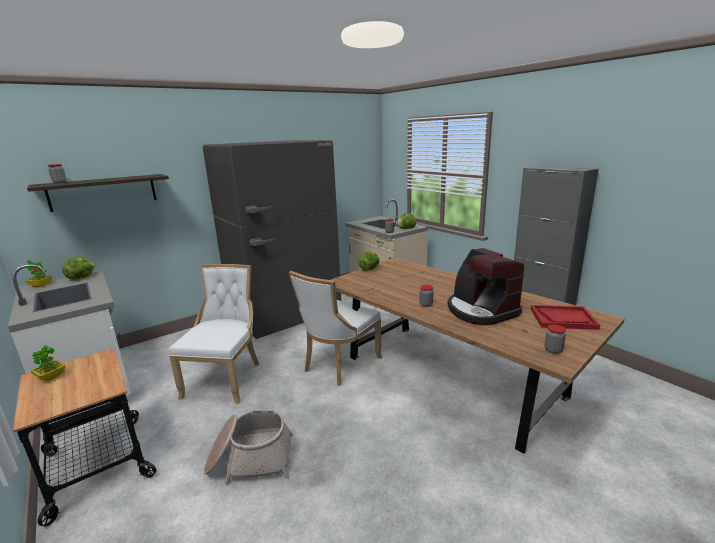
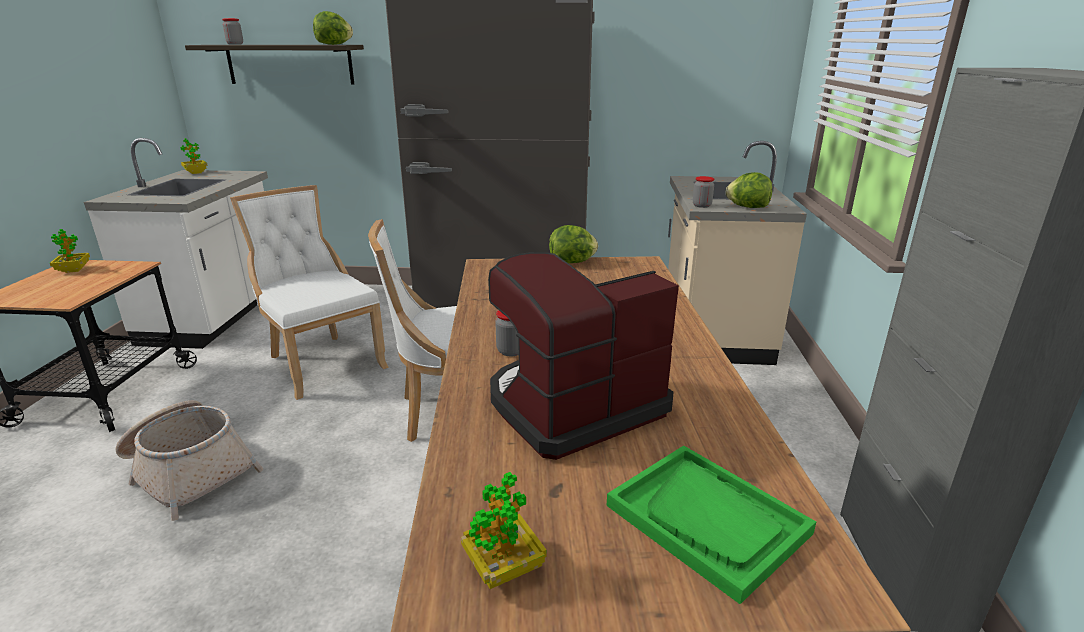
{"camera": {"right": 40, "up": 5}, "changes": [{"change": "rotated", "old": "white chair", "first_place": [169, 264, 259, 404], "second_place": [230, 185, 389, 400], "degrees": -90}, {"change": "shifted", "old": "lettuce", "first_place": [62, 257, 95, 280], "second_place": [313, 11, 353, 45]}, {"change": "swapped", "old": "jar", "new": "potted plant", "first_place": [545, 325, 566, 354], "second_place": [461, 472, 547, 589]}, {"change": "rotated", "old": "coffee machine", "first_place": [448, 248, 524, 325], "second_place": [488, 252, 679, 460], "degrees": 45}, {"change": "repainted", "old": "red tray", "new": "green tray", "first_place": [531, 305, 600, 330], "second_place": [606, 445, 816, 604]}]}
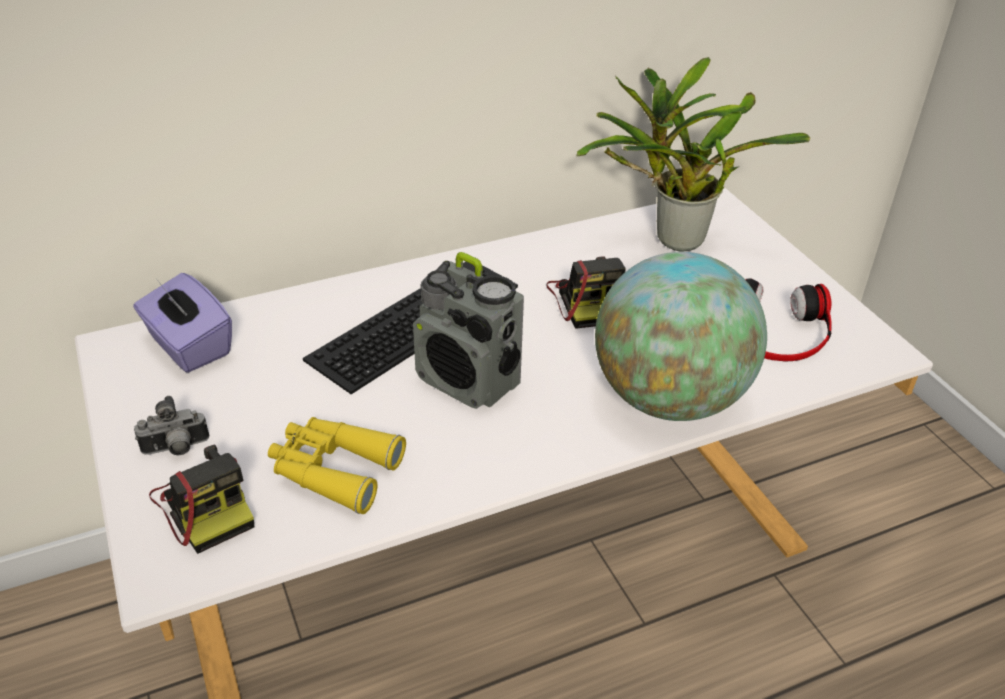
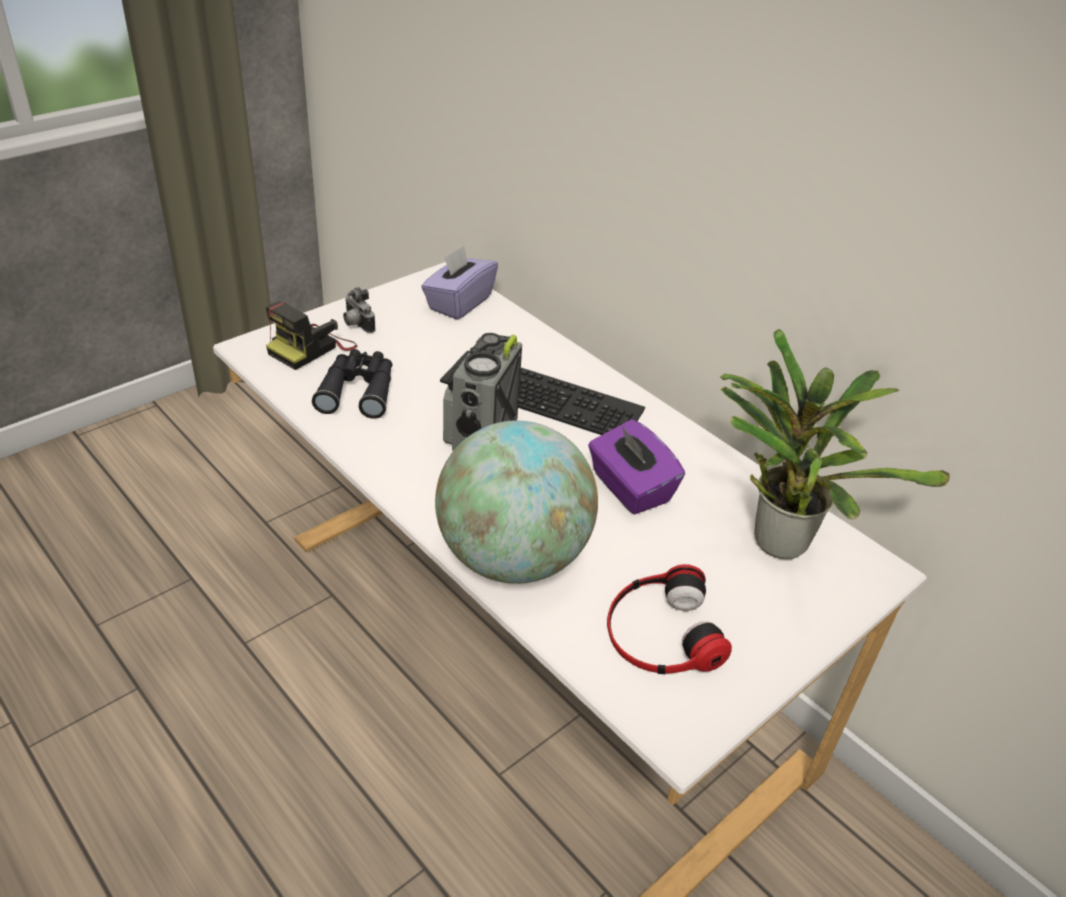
{"camera": {"right": 70, "up": 0}, "changes": [{"change": "repainted", "old": "yellow binoculars", "new": "black binoculars", "first_place": [268, 417, 406, 514], "second_place": [312, 349, 392, 419]}, {"change": "swapped", "old": "photo camera", "new": "purple tissue box", "first_place": [546, 257, 626, 329], "second_place": [588, 419, 685, 515]}]}
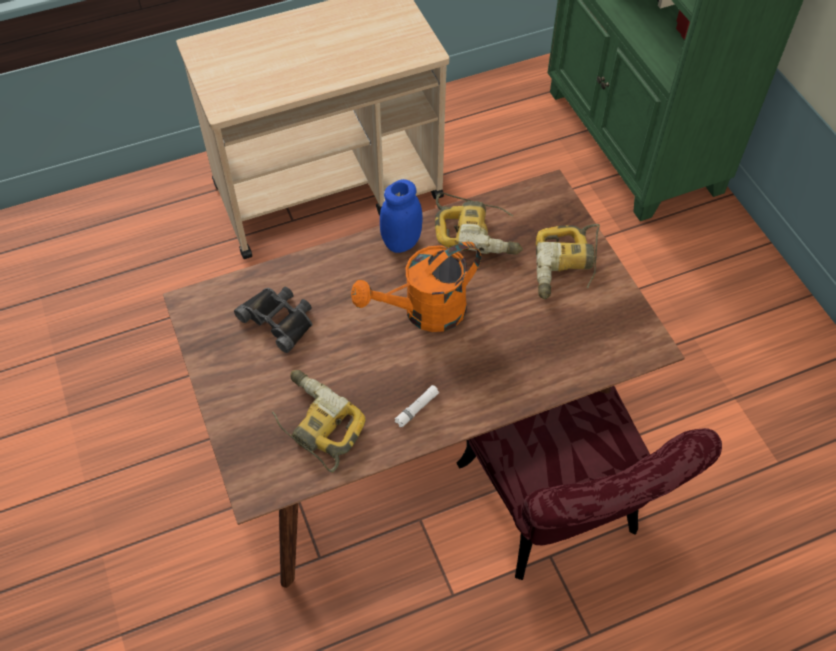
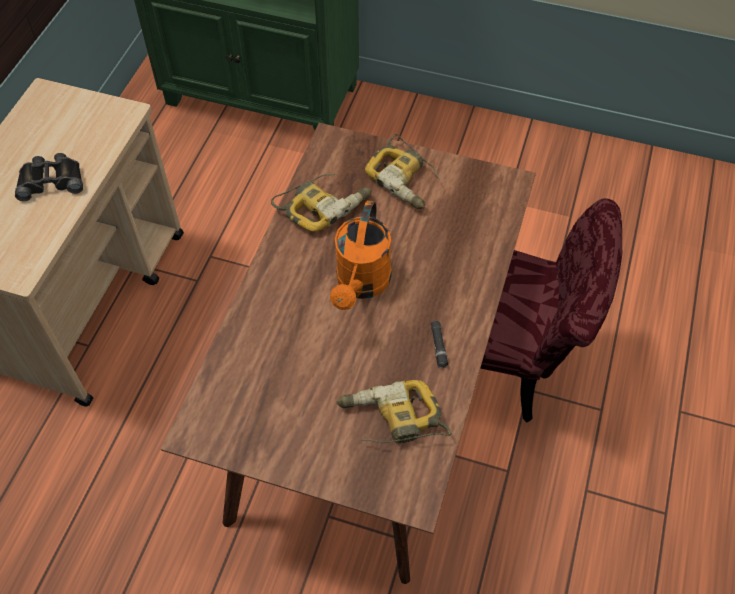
{"camera": {"right": -50, "up": 0}, "changes": [{"change": "shifted", "old": "black binoculars", "first_place": [234, 287, 313, 353], "second_place": [15, 153, 83, 201]}, {"change": "repainted", "old": "white flashlight", "new": "black flashlight", "first_place": [395, 385, 439, 427], "second_place": [431, 320, 448, 368]}, {"change": "gone", "old": "blue jar", "first_place": [380, 179, 422, 253]}]}
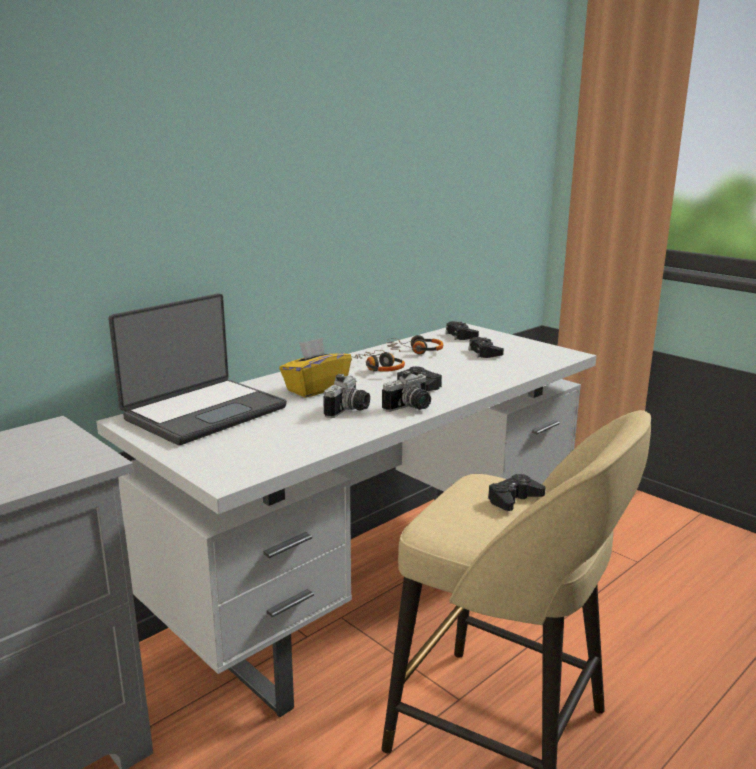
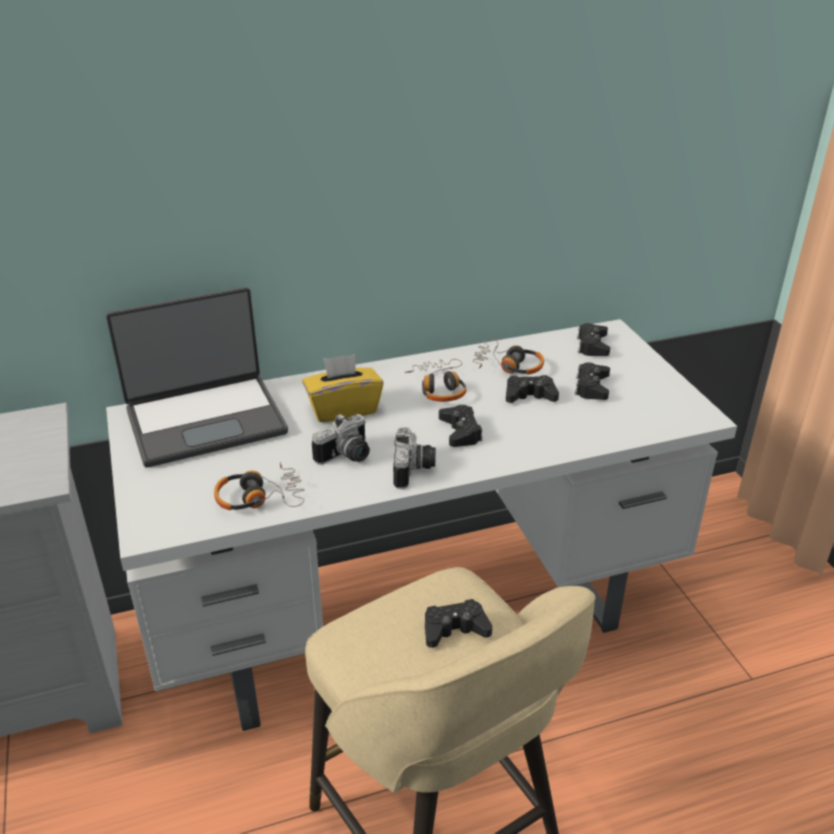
{"camera": {"right": 25, "up": 15}, "changes": [{"change": "new", "new": "headphones", "second_place": [214, 463, 305, 510]}, {"change": "rotated", "old": "photo camera", "first_place": [382, 370, 431, 412], "second_place": [393, 427, 436, 489], "degrees": -75}, {"change": "new", "new": "black game controller", "second_place": [506, 375, 559, 403]}]}
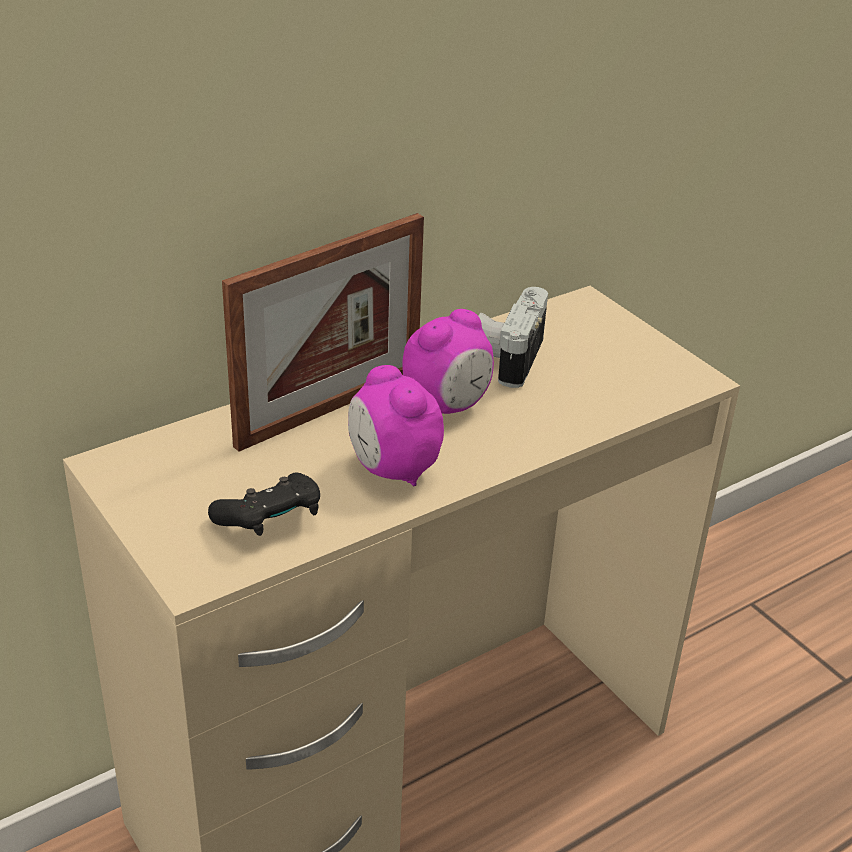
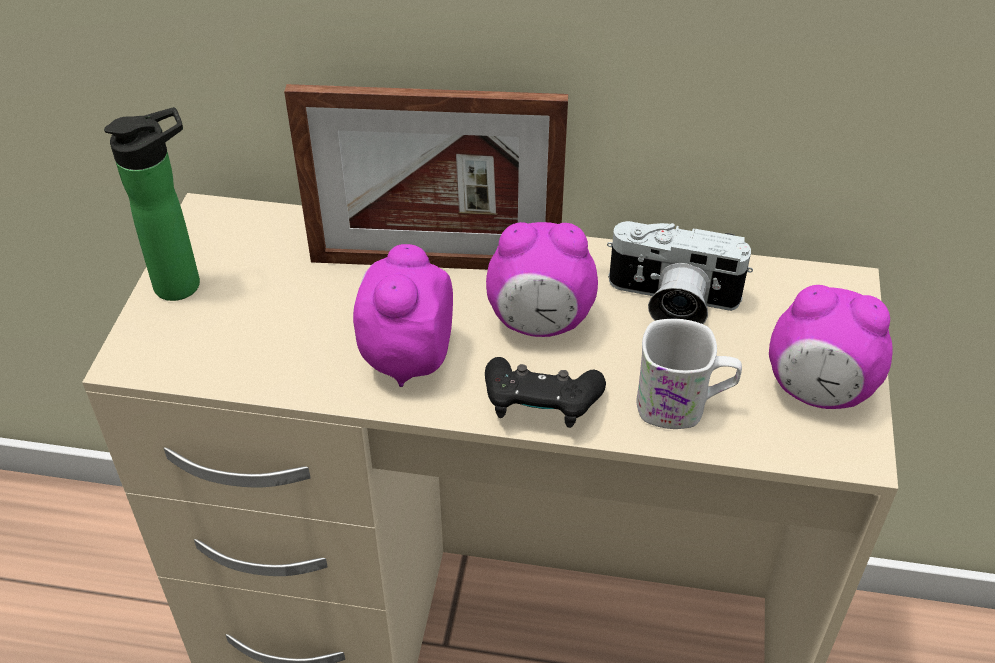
{"camera": {"right": 45, "up": 10}, "changes": [{"change": "new", "new": "bottle", "second_place": [104, 107, 200, 301]}, {"change": "shifted", "old": "black game controller", "first_place": [208, 472, 320, 536], "second_place": [485, 357, 606, 428]}, {"change": "rotated", "old": "photo camera", "first_place": [478, 287, 548, 388], "second_place": [607, 221, 753, 324], "degrees": -135}, {"change": "new", "new": "white mug", "second_place": [637, 319, 742, 429]}, {"change": "new", "new": "alarm clock", "second_place": [769, 285, 893, 409]}]}
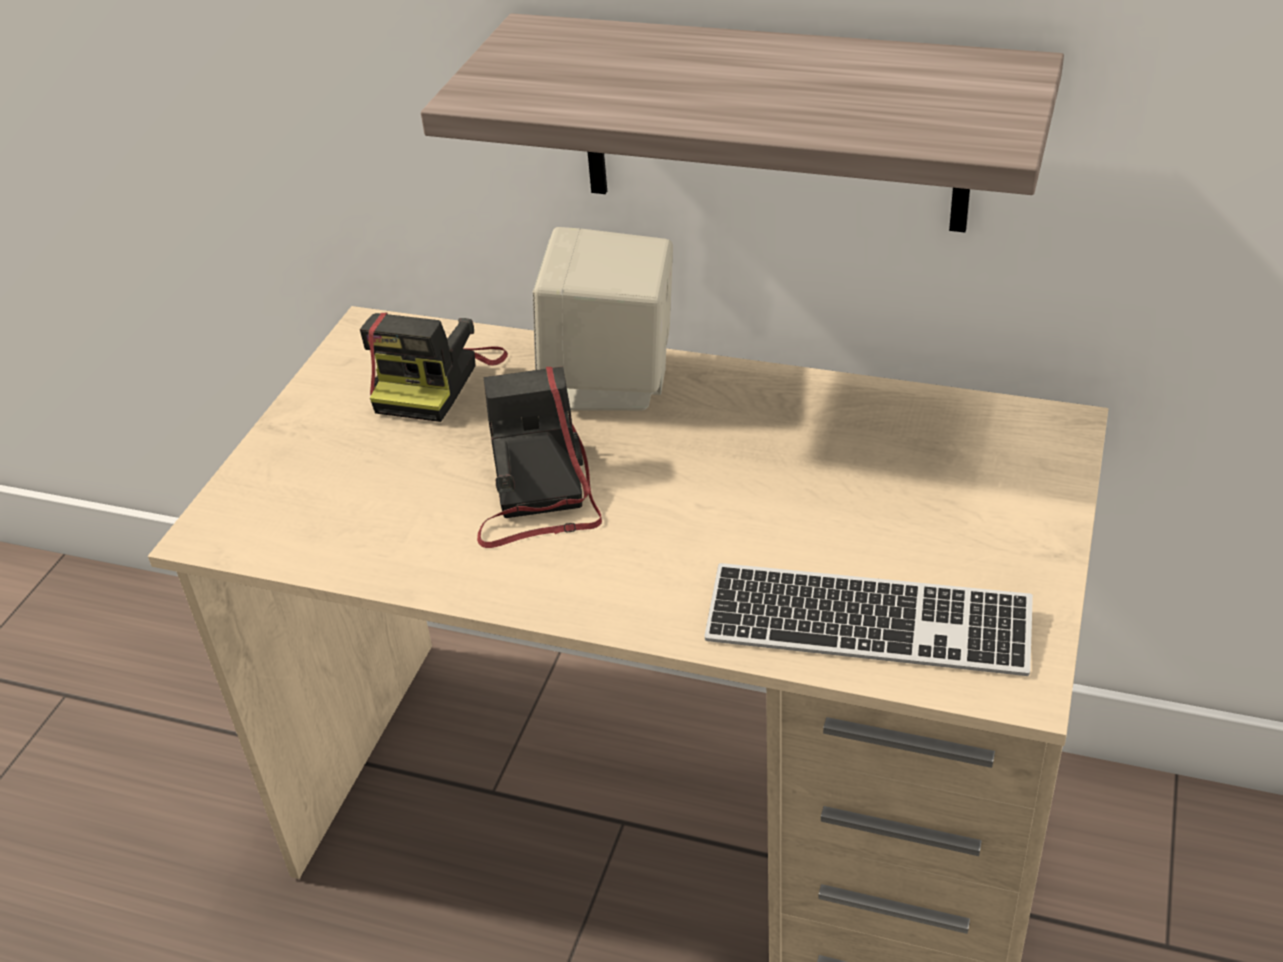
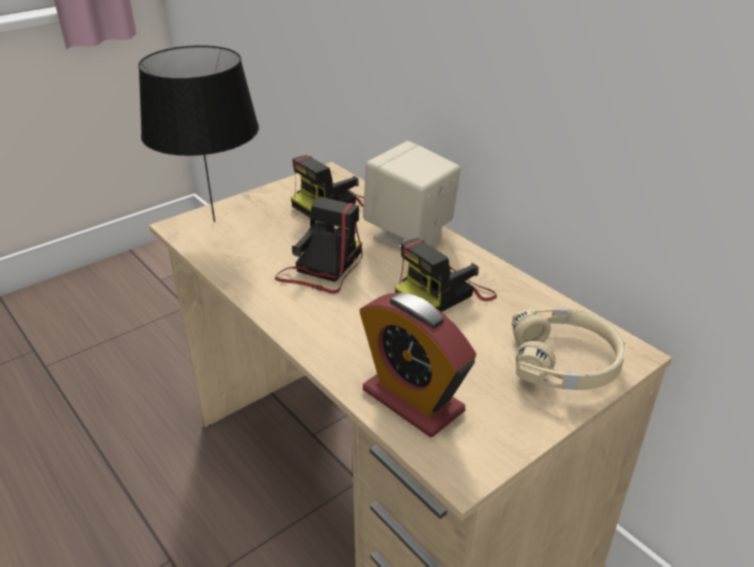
{"camera": {"right": 30, "up": -5}, "changes": [{"change": "new", "new": "black table lamp", "second_place": [138, 45, 259, 222]}, {"change": "swapped", "old": "keyboard", "new": "alarm clock", "first_place": [704, 563, 1033, 676], "second_place": [359, 293, 476, 437]}, {"change": "new", "new": "photo camera", "second_place": [395, 238, 497, 312]}, {"change": "new", "new": "beige headphones", "second_place": [512, 308, 626, 390]}, {"change": "gone", "old": "shelf", "first_place": [421, 13, 1064, 232]}]}
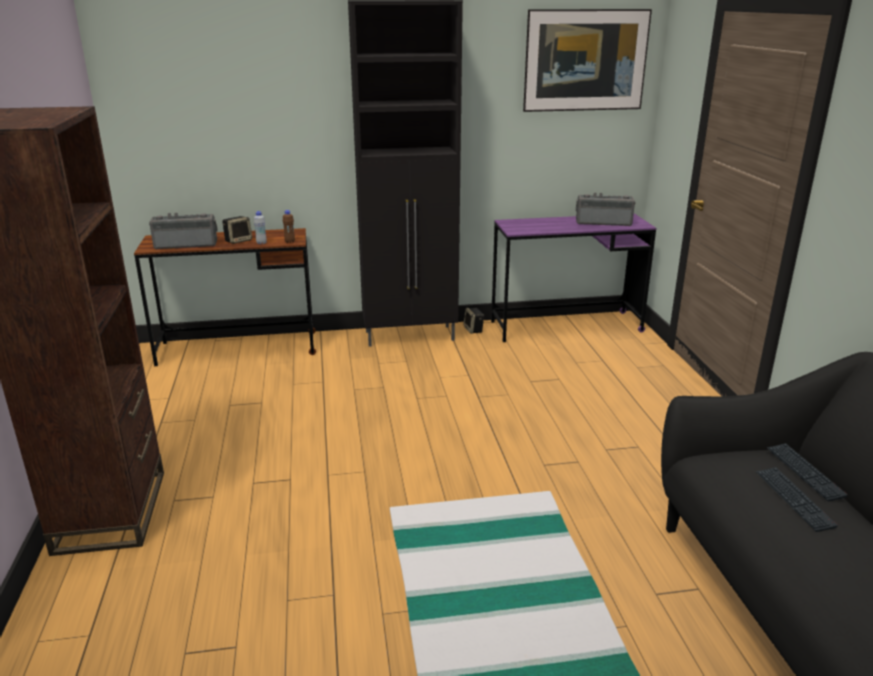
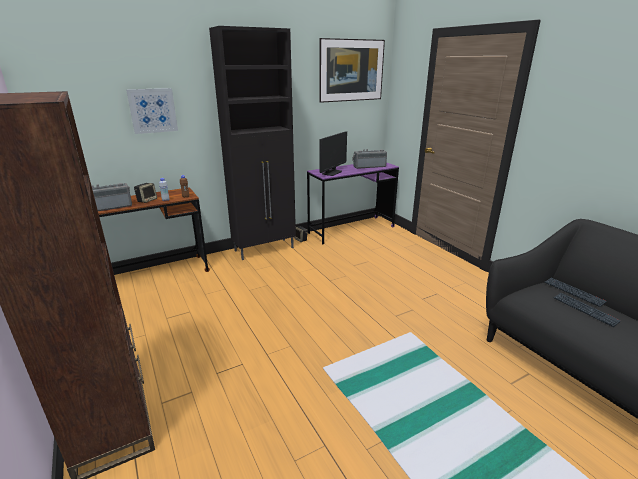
{"camera": {"right": -20, "up": 0}, "changes": [{"change": "new", "new": "picture", "second_place": [126, 88, 178, 134]}, {"change": "new", "new": "monitor", "second_place": [320, 131, 347, 176]}]}
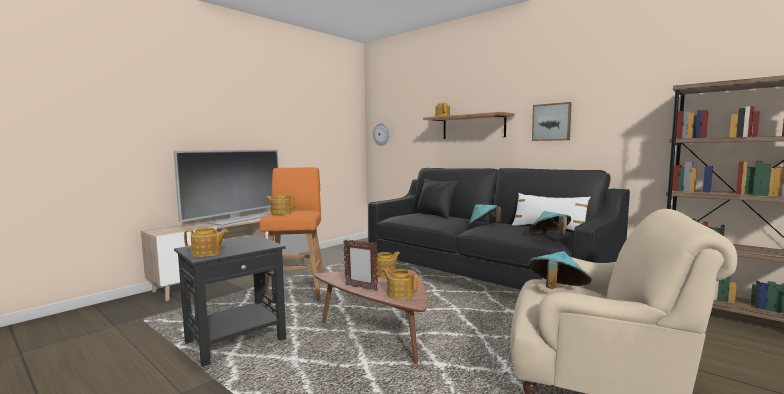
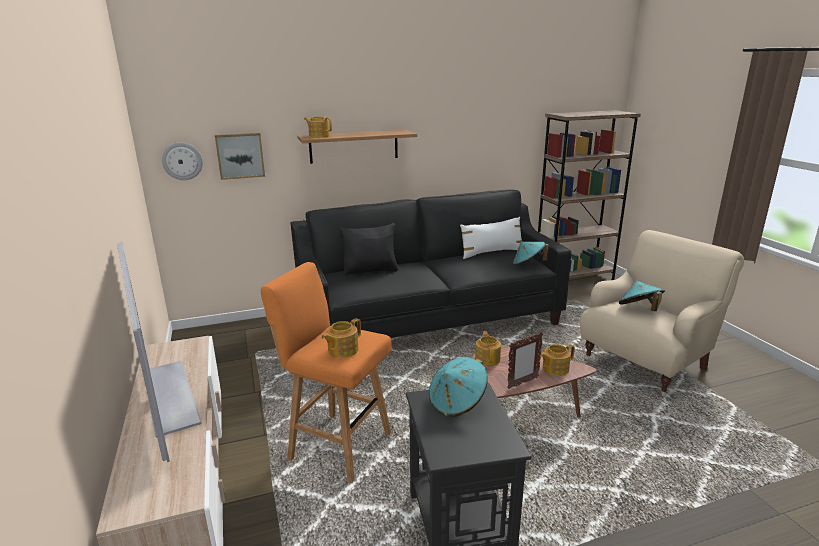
{"camera": {"right": -60, "up": 15}, "changes": [{"change": "shifted", "old": "picture", "first_place": [532, 102, 572, 141], "second_place": [215, 133, 265, 180]}, {"change": "shifted", "old": "turquoise hat", "first_place": [469, 204, 501, 226], "second_place": [429, 357, 488, 417]}, {"change": "gone", "old": "teapot", "first_place": [184, 228, 229, 257]}]}
